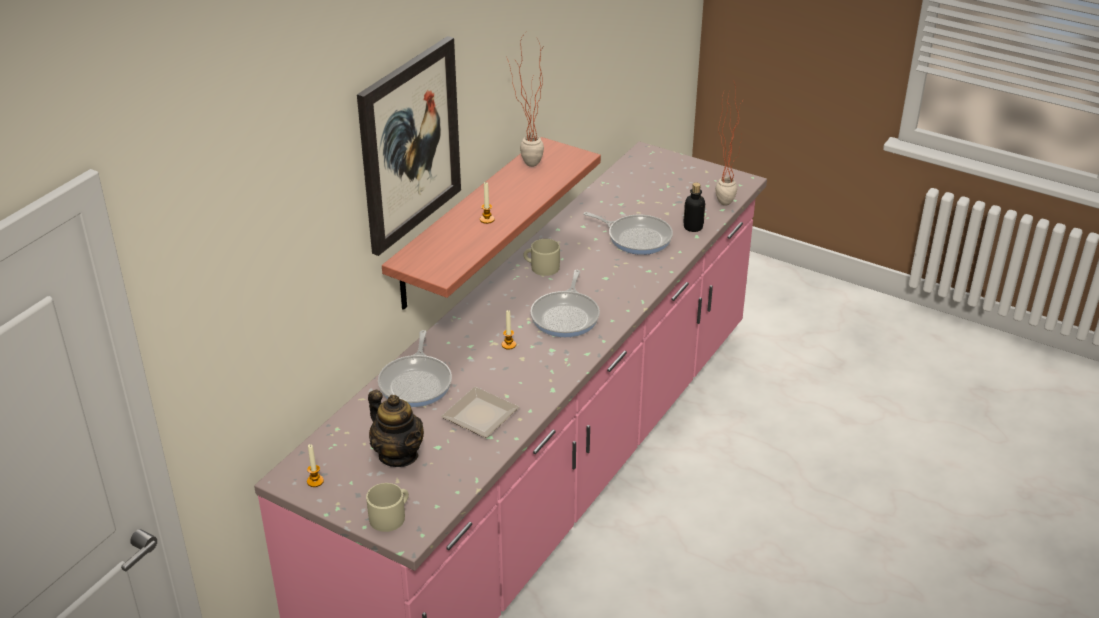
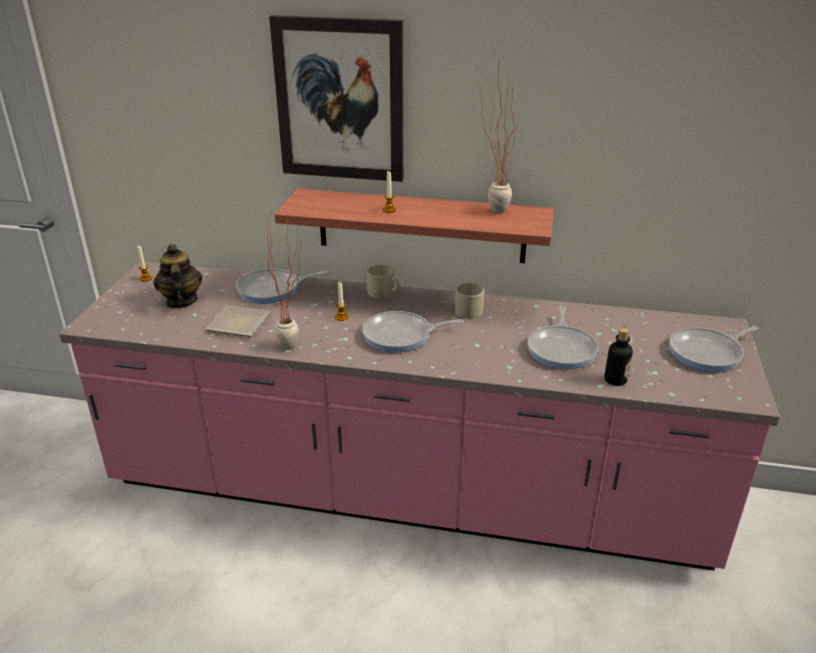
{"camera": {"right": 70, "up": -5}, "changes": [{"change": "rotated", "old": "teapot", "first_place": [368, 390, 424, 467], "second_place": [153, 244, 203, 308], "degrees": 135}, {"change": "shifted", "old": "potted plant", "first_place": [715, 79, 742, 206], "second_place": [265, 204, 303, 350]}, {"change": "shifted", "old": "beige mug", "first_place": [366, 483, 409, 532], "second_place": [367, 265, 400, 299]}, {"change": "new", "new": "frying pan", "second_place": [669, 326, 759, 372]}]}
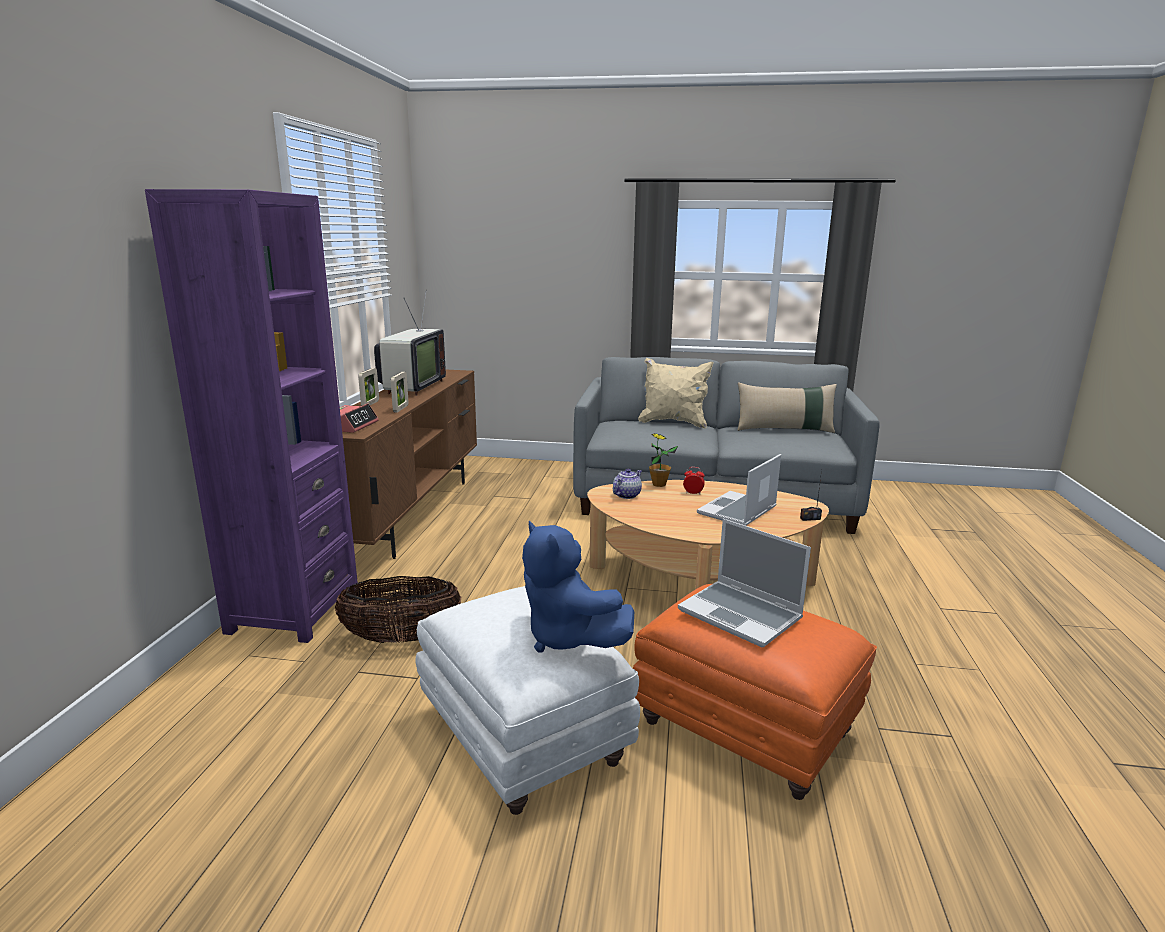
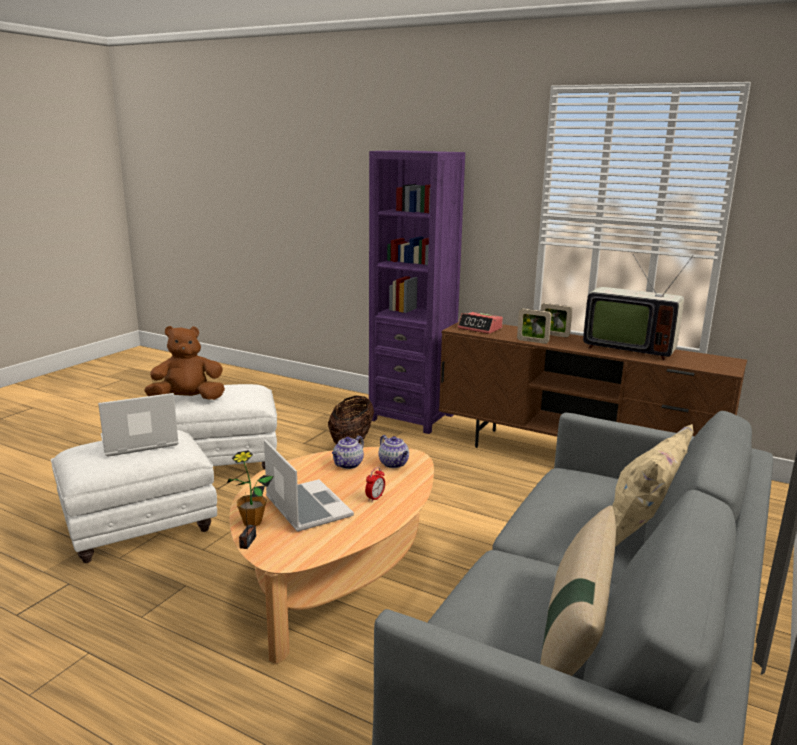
{"camera": {"right": 110, "up": 0}, "changes": [{"change": "repainted", "old": "orange ottoman", "new": "white ottoman", "first_place": [633, 584, 877, 800], "second_place": [51, 430, 217, 563]}, {"change": "repainted", "old": "blue plush toy", "new": "brown plush toy", "first_place": [522, 521, 634, 653], "second_place": [144, 326, 225, 400]}, {"change": "shifted", "old": "potted plant", "first_place": [649, 433, 678, 487], "second_place": [227, 450, 274, 526]}, {"change": "new", "new": "teapot", "second_place": [332, 436, 364, 469]}]}
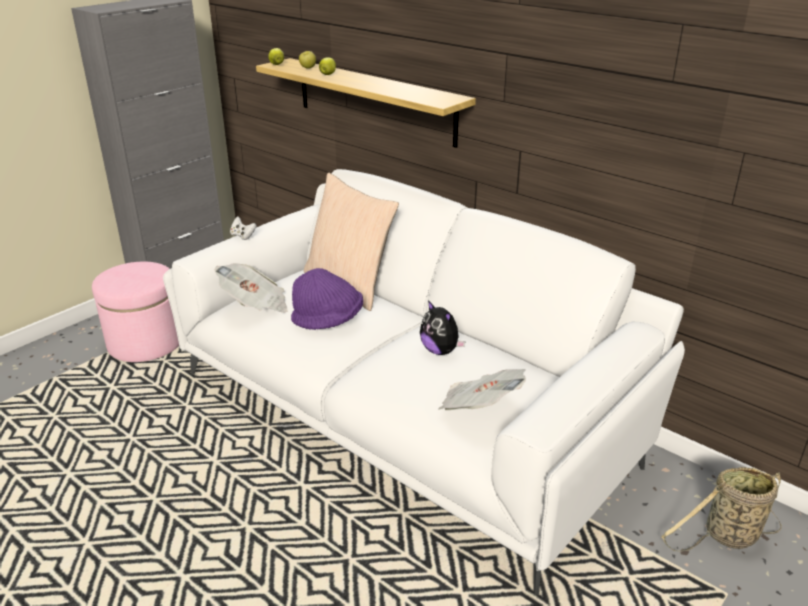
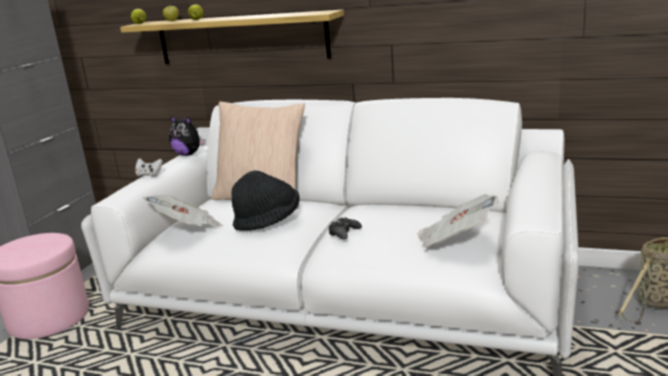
{"camera": {"right": -20, "up": -10}, "changes": [{"change": "shifted", "old": "plush toy", "first_place": [420, 300, 465, 355], "second_place": [169, 115, 206, 156]}, {"change": "repainted", "old": "purple hat", "new": "black hat", "first_place": [291, 268, 363, 330], "second_place": [231, 170, 300, 231]}, {"change": "new", "new": "black game controller", "second_place": [329, 218, 362, 240]}]}
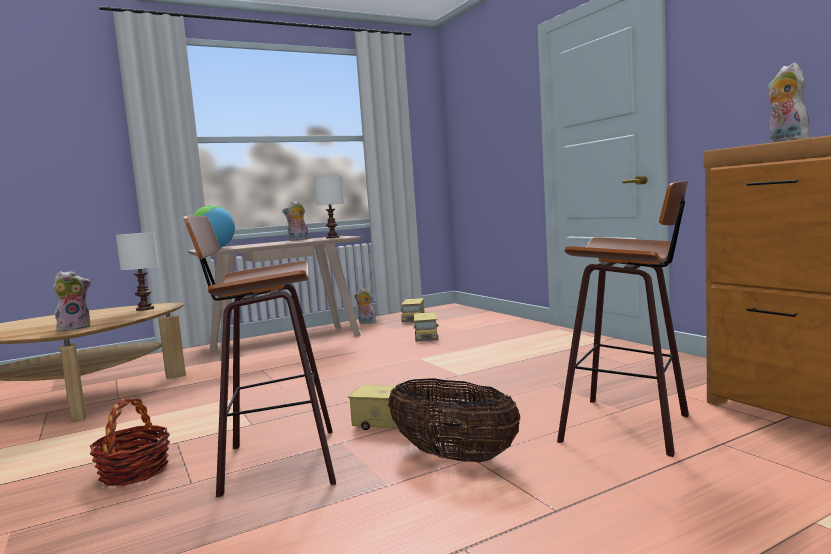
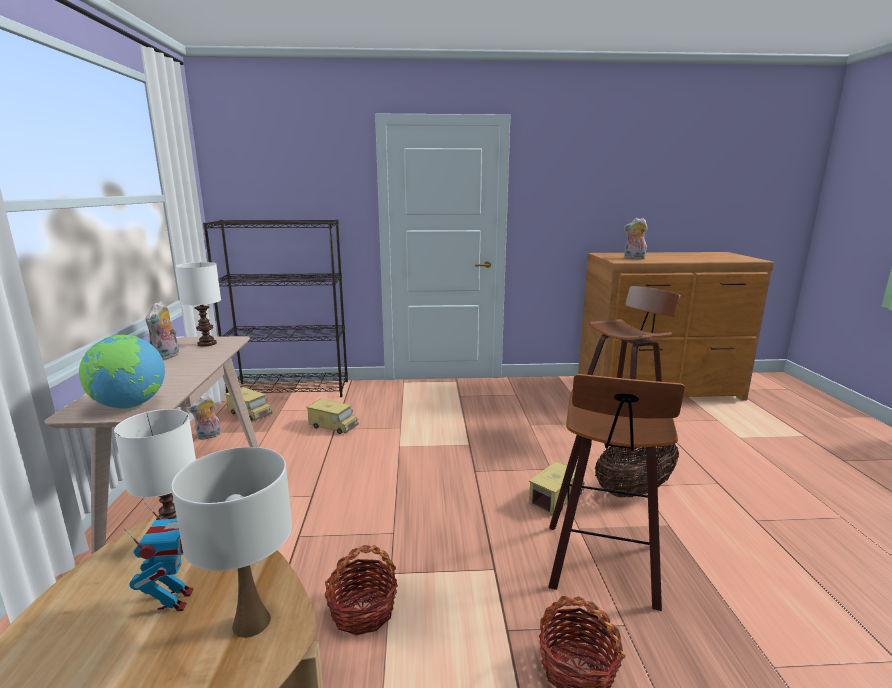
{"camera": {"right": -65, "up": 10}, "changes": [{"change": "new", "new": "toy robot", "second_place": [124, 502, 194, 611]}, {"change": "swapped", "old": "plush toy", "new": "white table lamp", "first_place": [53, 271, 91, 331], "second_place": [171, 447, 292, 638]}, {"change": "new", "new": "black bookcase", "second_place": [203, 219, 348, 397]}, {"change": "new", "new": "basket", "second_place": [325, 545, 398, 635]}]}
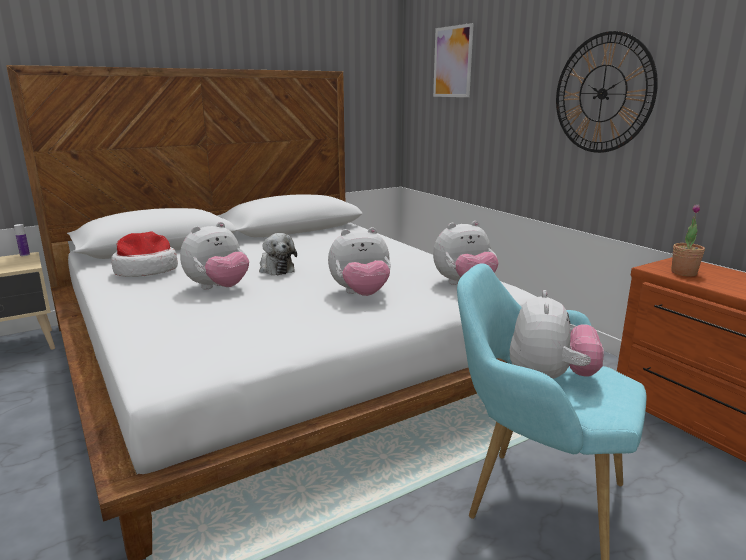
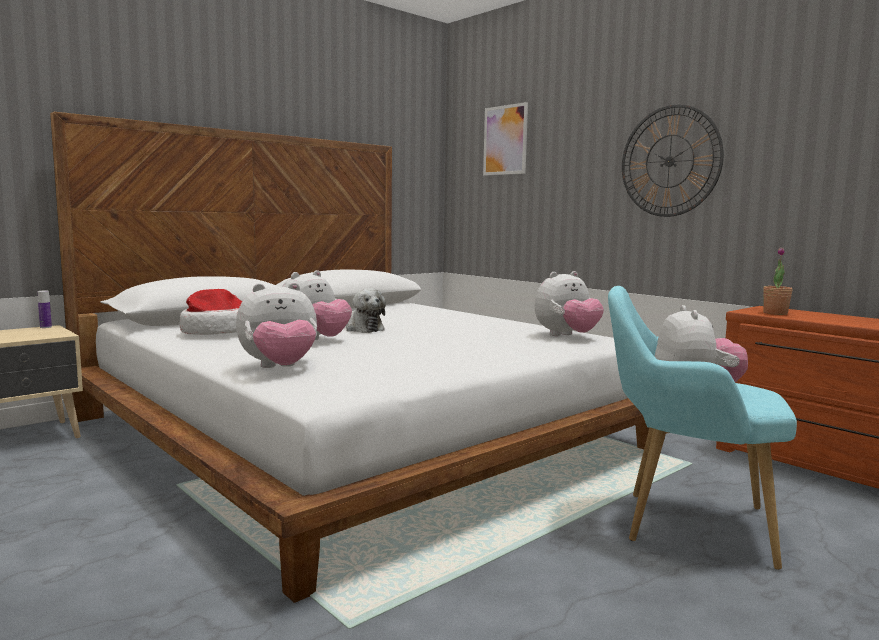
{"camera": {"right": -10, "up": -10}, "changes": [{"change": "shifted", "old": "plush toy", "first_place": [328, 227, 391, 296], "second_place": [236, 282, 317, 368]}]}
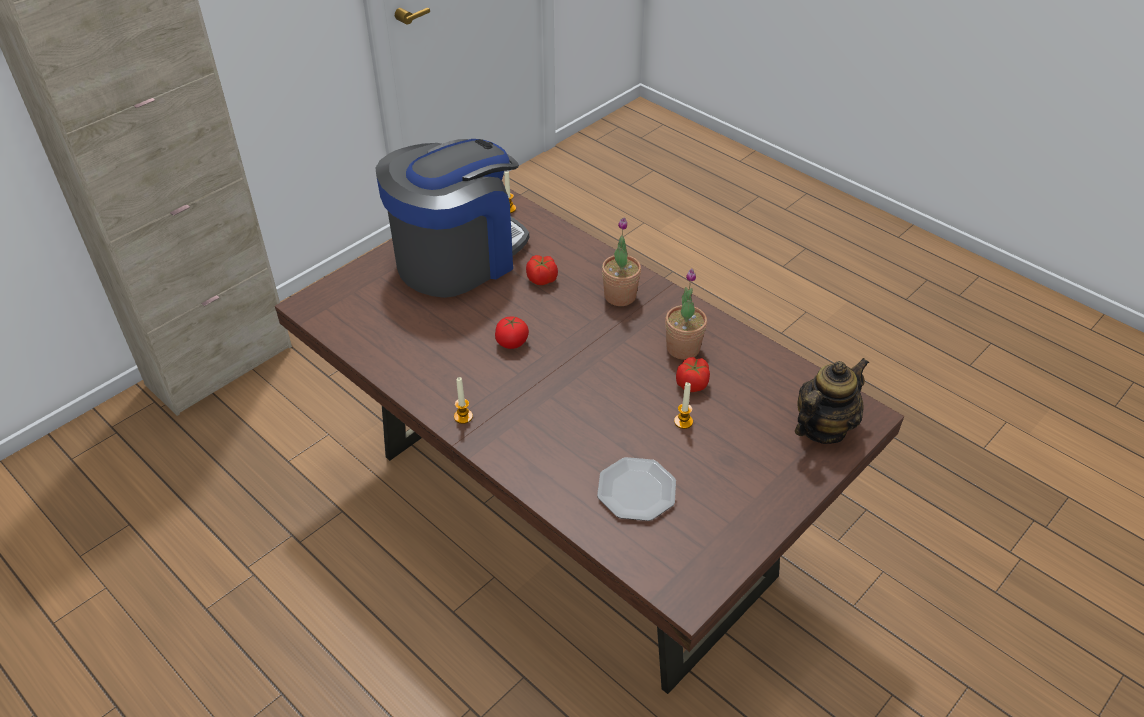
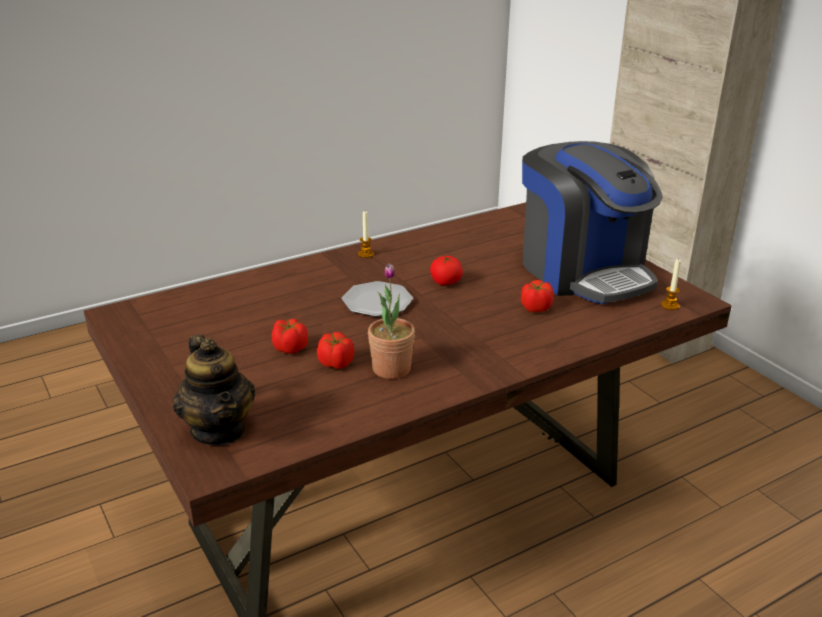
{"camera": {"right": 105, "up": -15}, "changes": [{"change": "swapped", "old": "candle", "new": "tomato", "first_place": [674, 382, 693, 429], "second_place": [272, 319, 308, 354]}, {"change": "shifted", "old": "plate", "first_place": [597, 457, 676, 521], "second_place": [342, 281, 413, 317]}, {"change": "gone", "old": "potted plant", "first_place": [602, 217, 641, 306]}]}
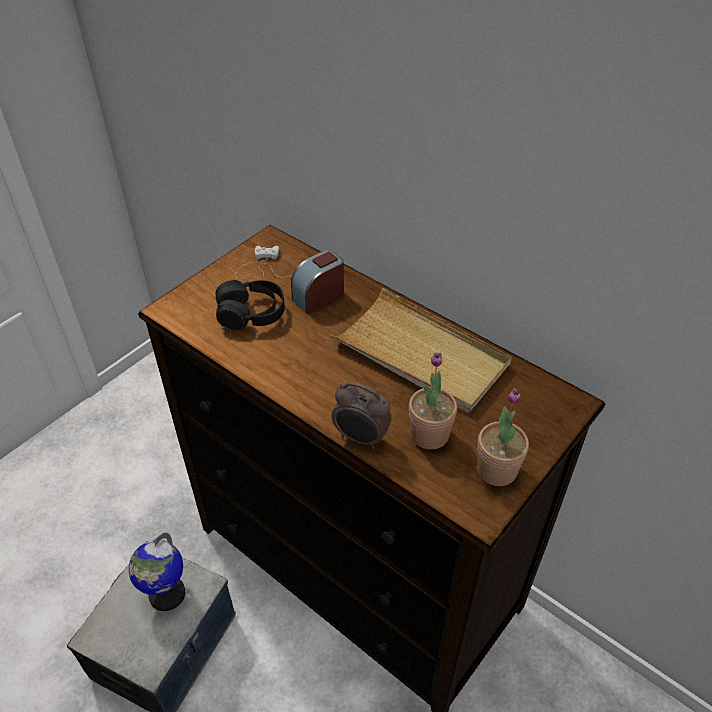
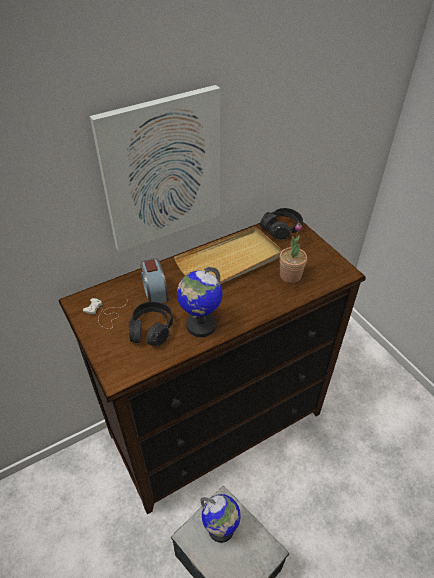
{"camera": {"right": -70, "up": 0}, "changes": [{"change": "new", "new": "picture", "second_place": [90, 85, 220, 252]}, {"change": "new", "new": "globe", "second_place": [177, 267, 222, 337]}, {"change": "new", "new": "black headphones", "second_place": [260, 208, 303, 240]}, {"change": "gone", "old": "alarm clock", "first_place": [332, 382, 391, 449]}, {"change": "gone", "old": "potted plant", "first_place": [477, 388, 529, 486]}]}
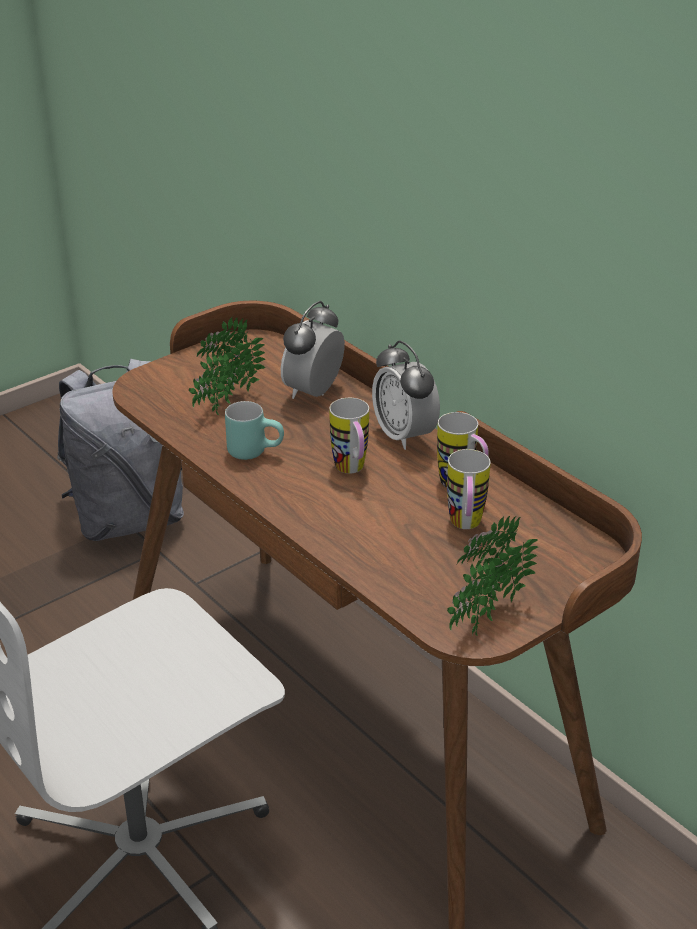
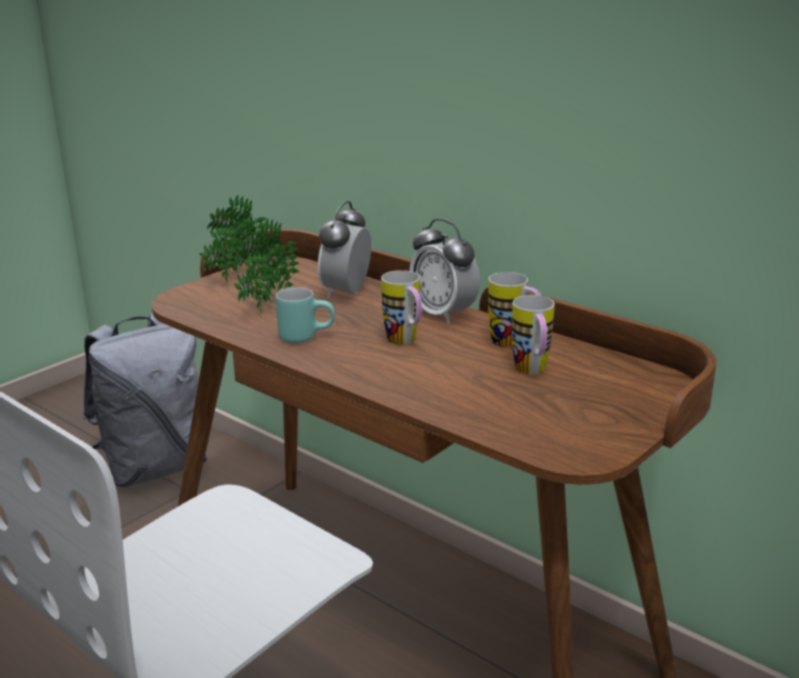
{"camera": {"right": -10, "up": -10}, "changes": [{"change": "shifted", "old": "potted plant", "first_place": [447, 515, 538, 636], "second_place": [200, 195, 268, 282]}]}
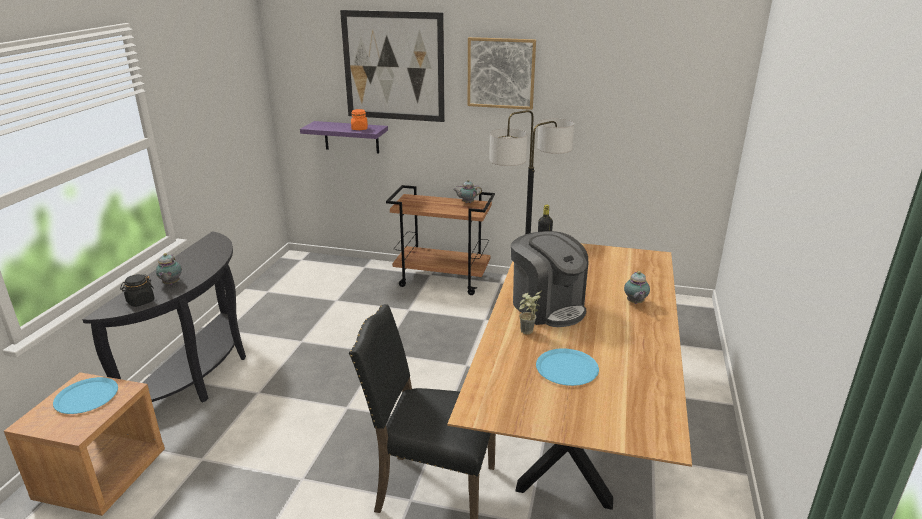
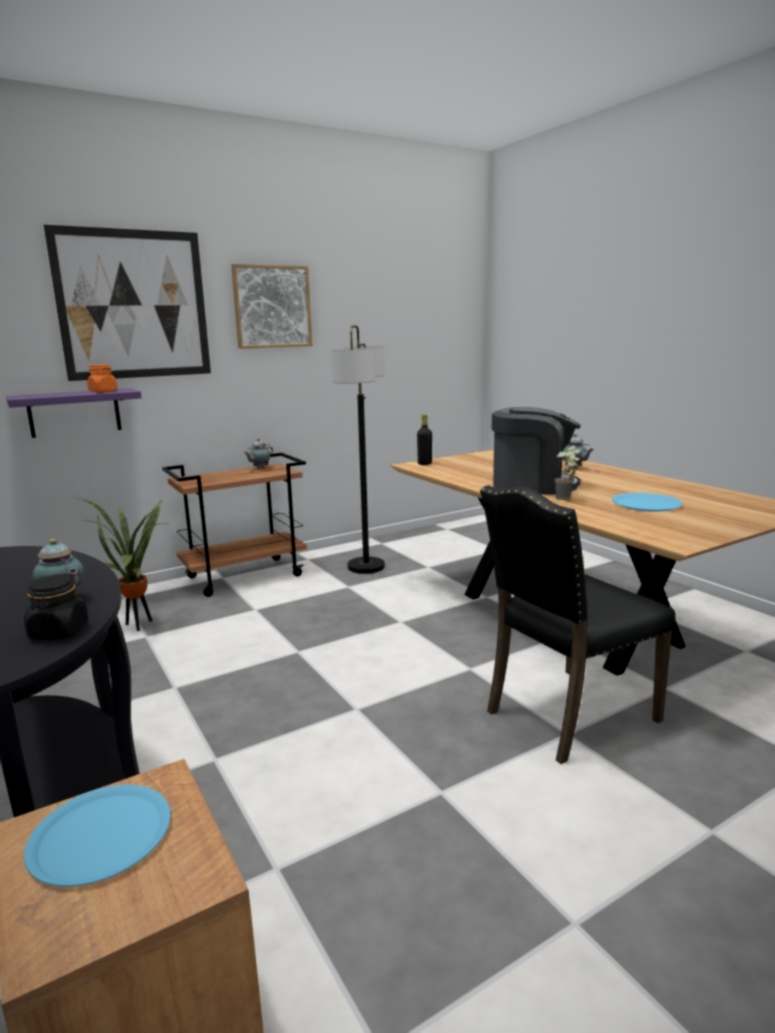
{"camera": {"right": -45, "up": -10}, "changes": [{"change": "new", "new": "potted plant", "second_place": [73, 497, 171, 631]}]}
